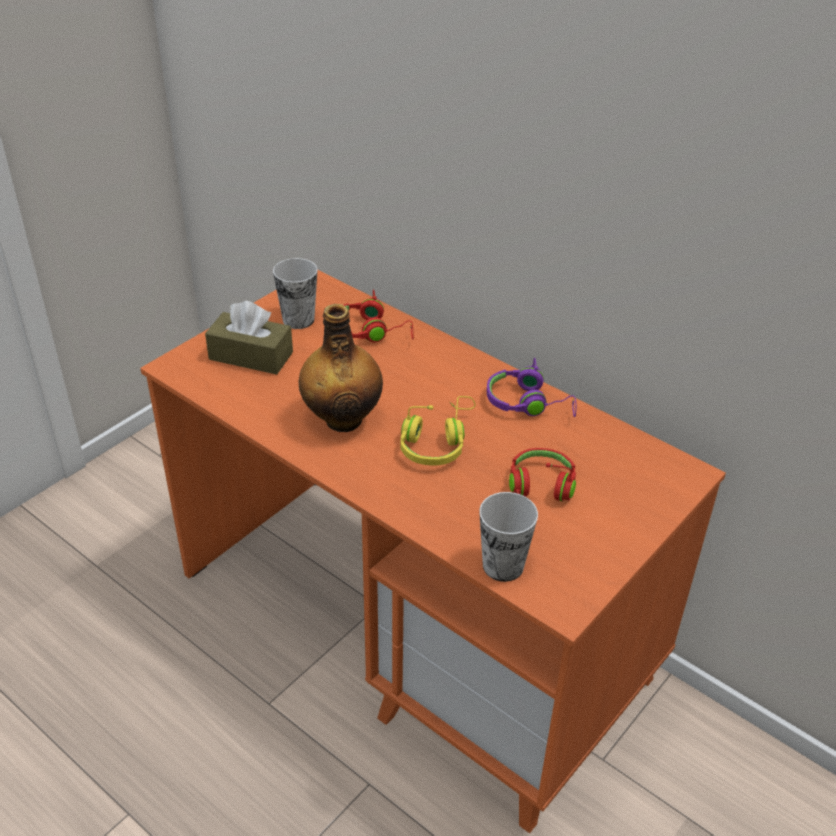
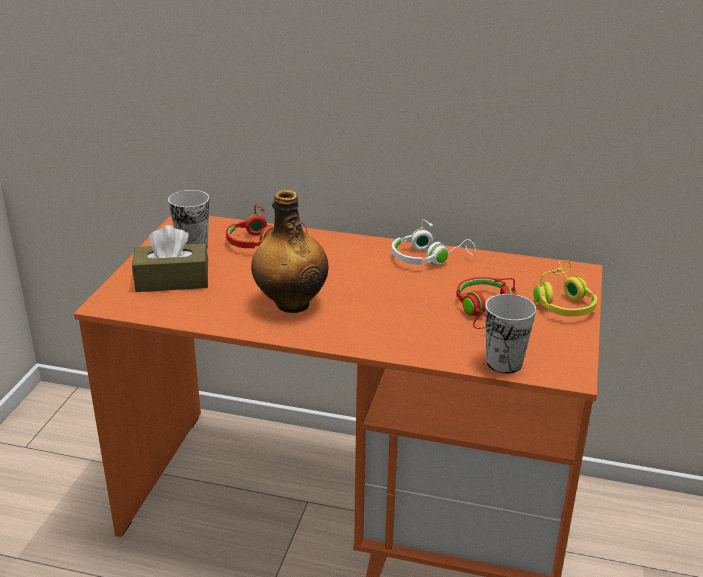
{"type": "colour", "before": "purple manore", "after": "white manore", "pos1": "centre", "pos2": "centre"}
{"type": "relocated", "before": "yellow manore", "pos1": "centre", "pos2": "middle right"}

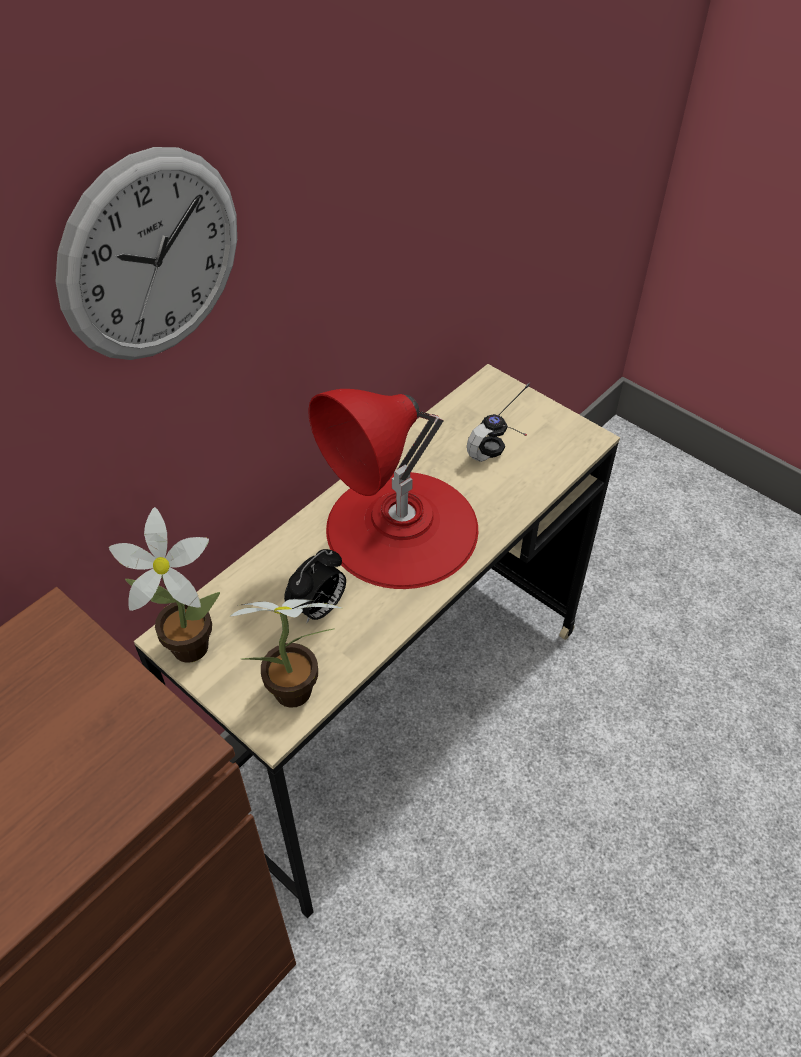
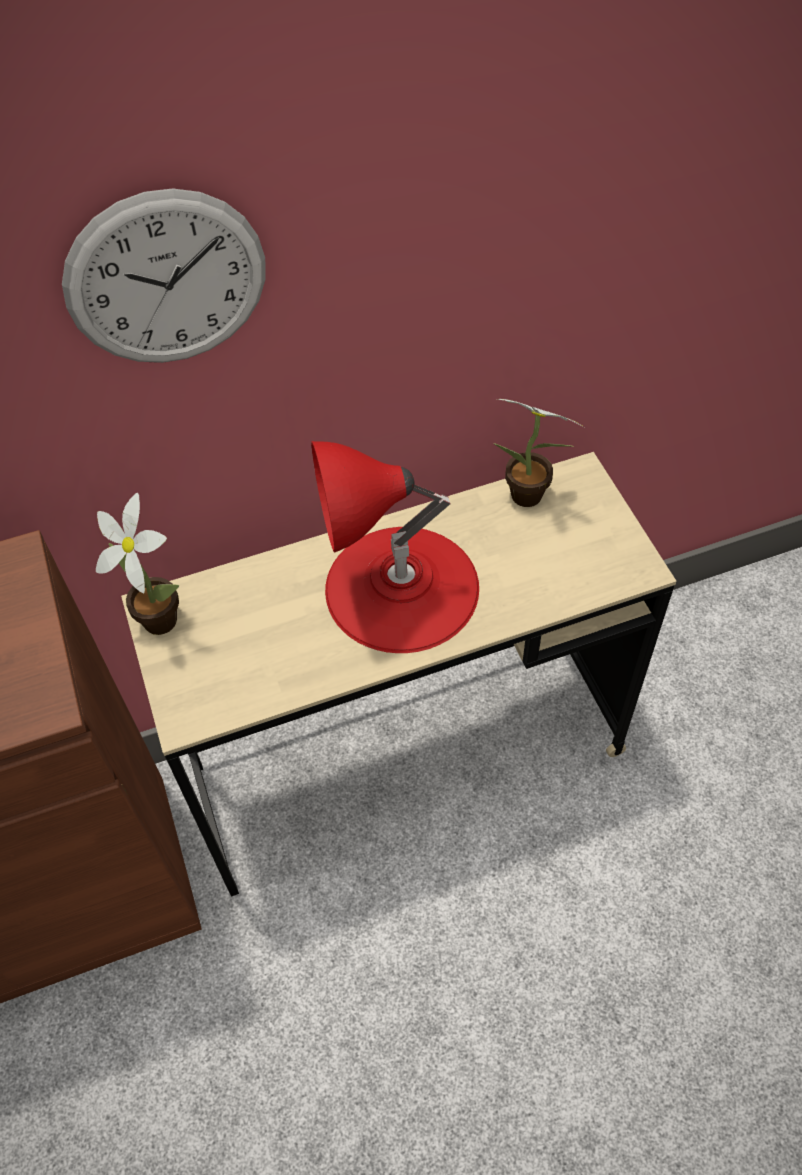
{"type": "missing", "before": "manore", "pos1": "centre"}
{"type": "missing", "before": "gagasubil", "pos1": "centre"}
{"type": "relocated", "before": "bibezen (no. 2 from left)", "pos1": "centre", "pos2": "middle right"}

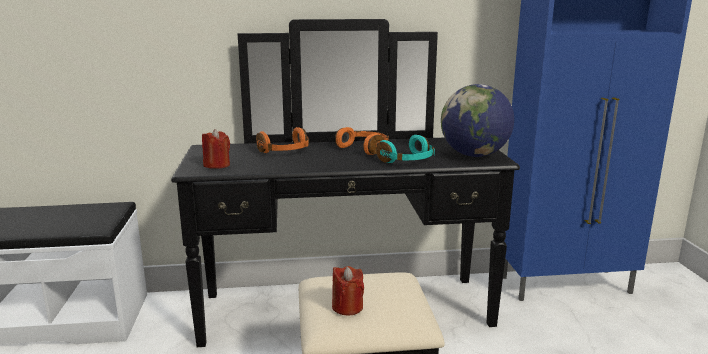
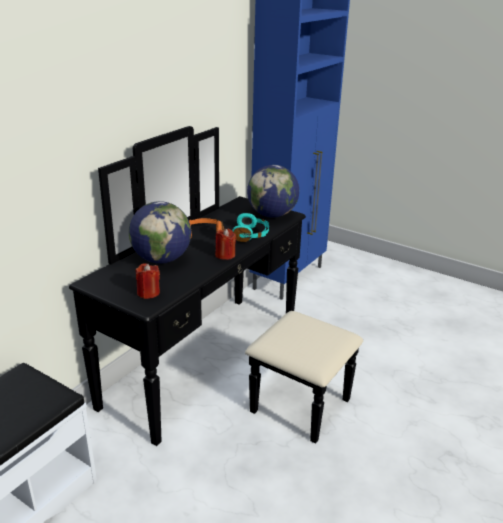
{"type": "exchanged", "before": "orange manore (no. 1 from left)", "after": "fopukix (no. 1 from left)", "pos1": "centre", "pos2": "middle left"}
{"type": "relocated", "before": "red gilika (no. 2 from left)", "pos1": "bottom centre", "pos2": "centre"}

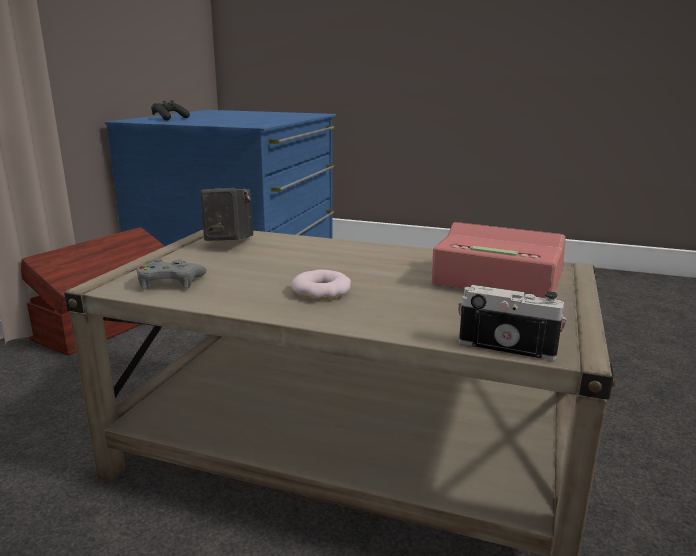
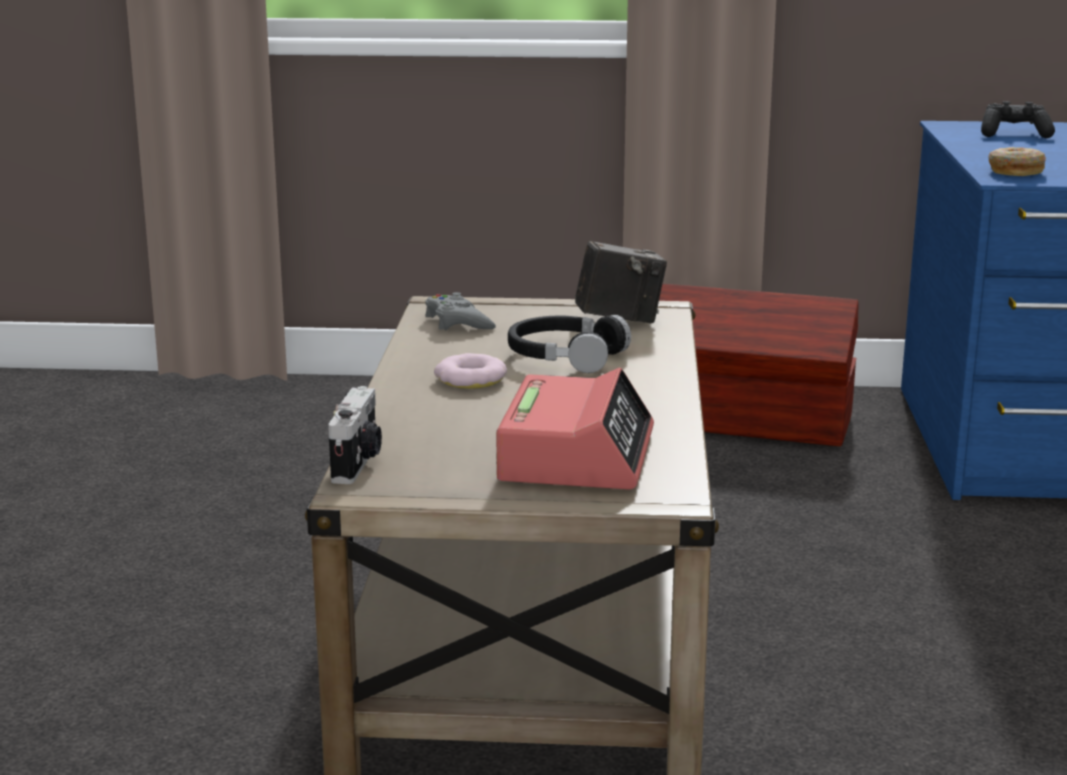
{"type": "appeared", "after": "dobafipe (no. 2 from left)", "pos2": "top right"}
{"type": "appeared", "after": "black manore", "pos2": "centre"}

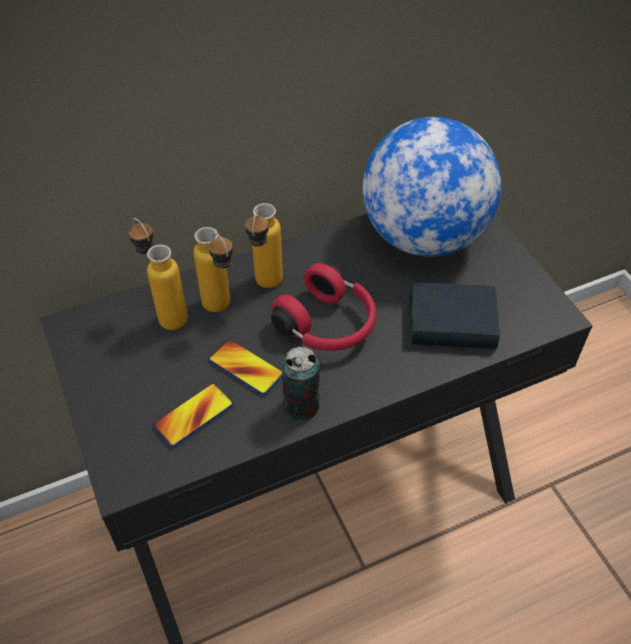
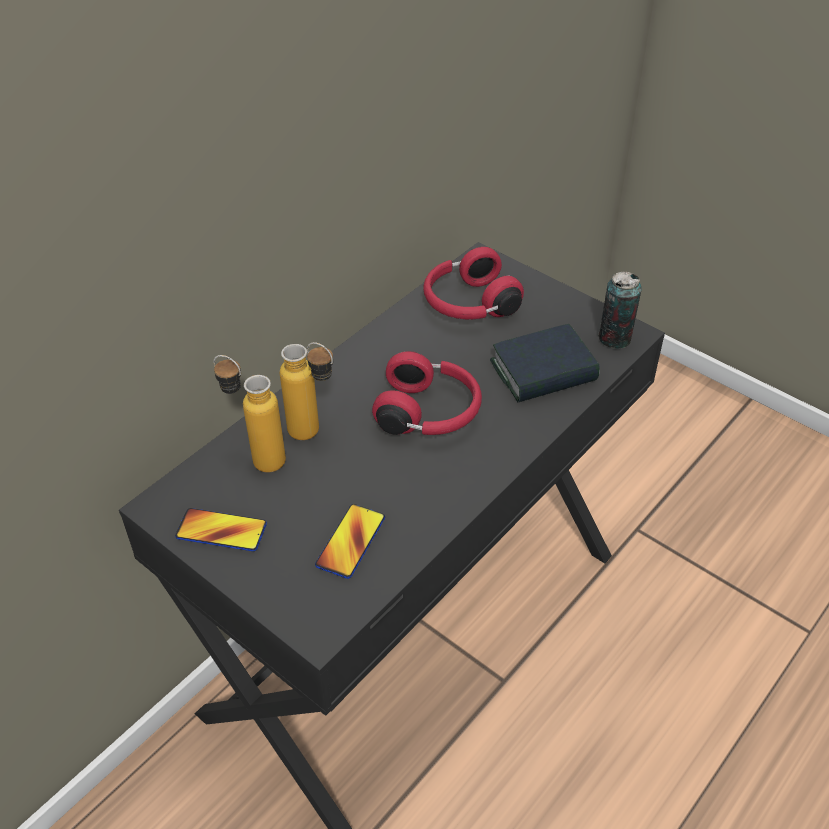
{"type": "exchanged", "before": "fopukix", "after": "red manore (no. 2 from left)", "pos1": "top right", "pos2": "centre"}
{"type": "missing", "before": "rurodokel (no. 3 from left)", "pos1": "centre"}
{"type": "relocated", "before": "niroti (no. 2 from left in the first image)", "after": "niroti (no. 1 from left)", "pos1": "centre", "pos2": "middle left"}
{"type": "relocated", "before": "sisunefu", "pos1": "centre", "pos2": "middle right"}

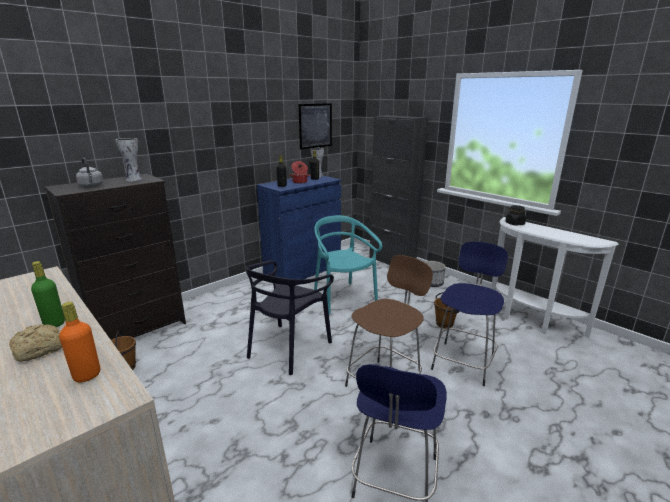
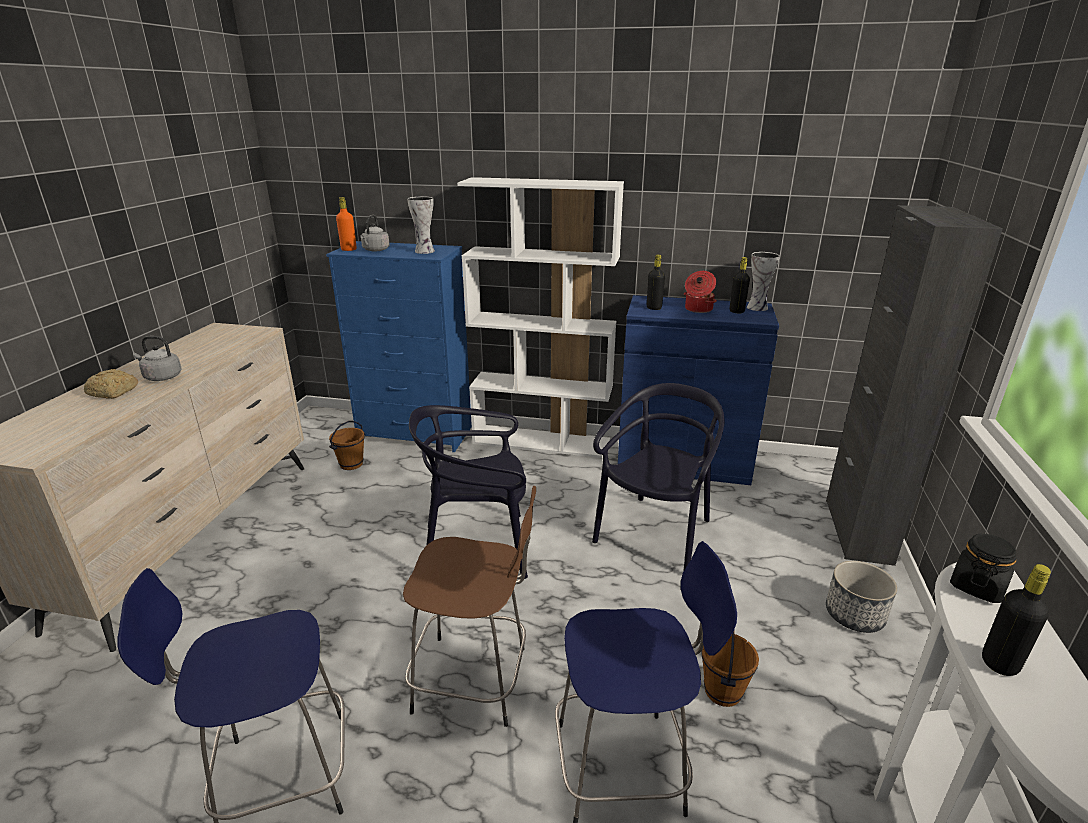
{"type": "missing", "before": "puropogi", "pos1": "top centre"}
{"type": "colour", "before": "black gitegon", "after": "blue gitegon", "pos1": "middle left", "pos2": "centre"}
{"type": "colour", "before": "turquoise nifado", "after": "black nifado (no. 2 from left)", "pos1": "centre", "pos2": "centre"}
{"type": "exchanged", "before": "green rurodokel", "after": "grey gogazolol (no. 1 from left)", "pos1": "middle left", "pos2": "middle left"}
{"type": "relocated", "before": "orange rurodokel", "pos1": "bottom left", "pos2": "top left"}
{"type": "appeared", "after": "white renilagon", "pos2": "centre"}
{"type": "appeared", "after": "black rurodokel (no. 3 from left)", "pos2": "bottom right"}

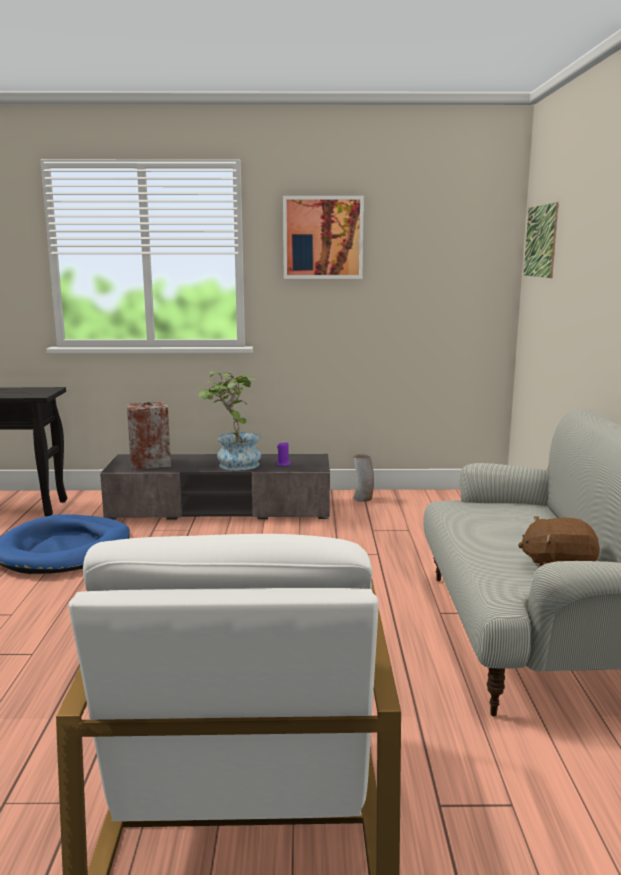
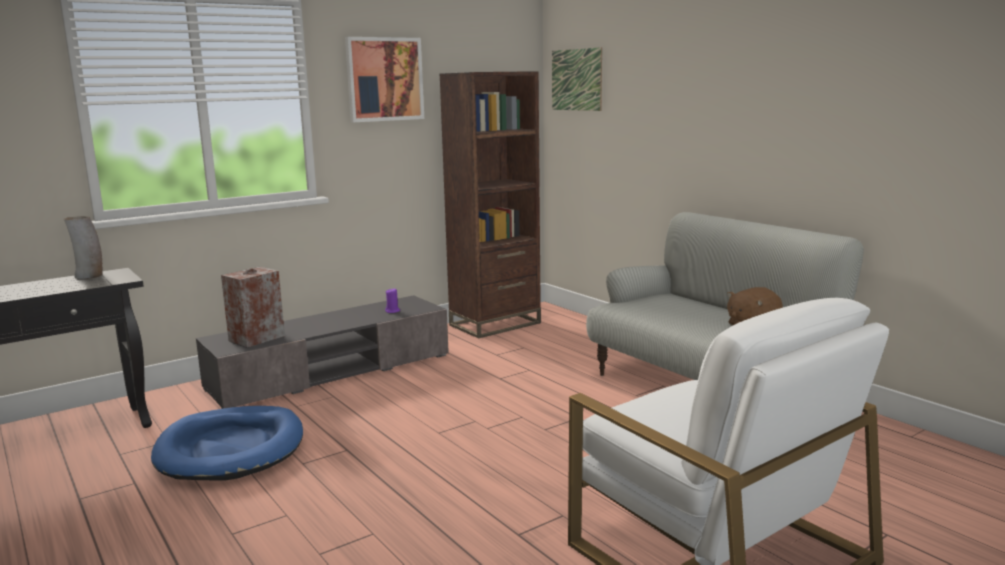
{"type": "missing", "before": "bibezen", "pos1": "centre"}
{"type": "relocated", "before": "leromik", "pos1": "centre", "pos2": "middle left"}
{"type": "appeared", "after": "brown renilagon", "pos2": "centre"}

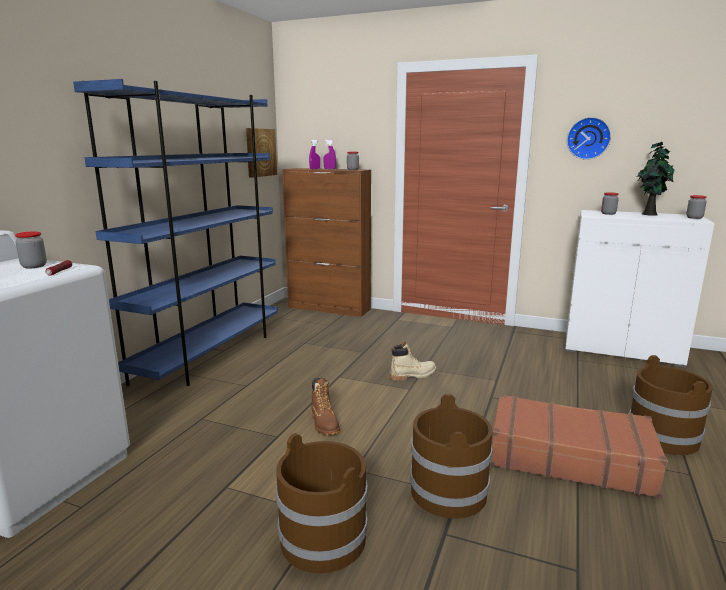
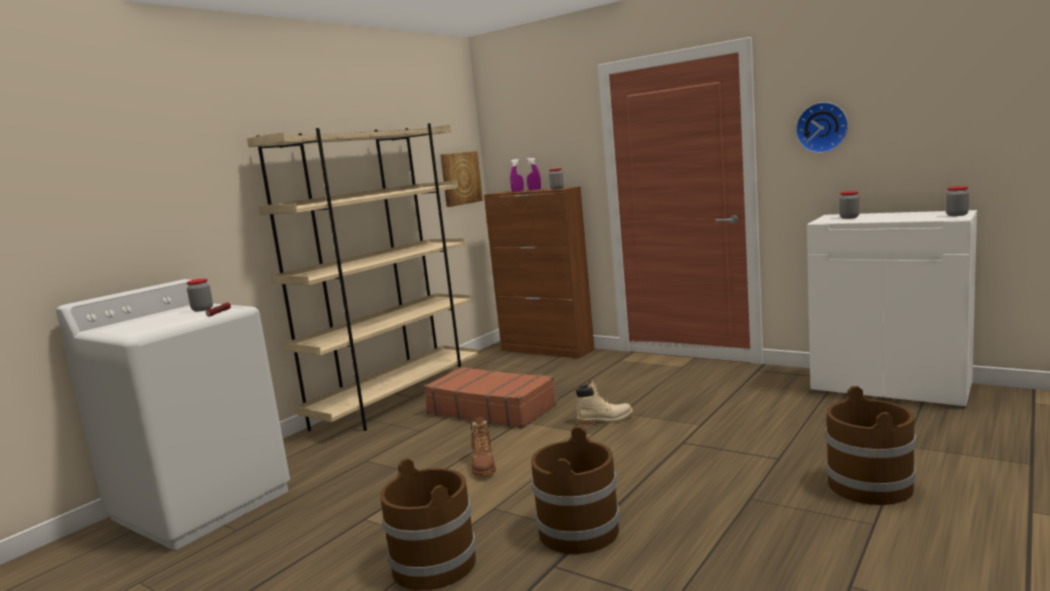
{"type": "colour", "before": "blue renilagon", "after": "beige renilagon", "pos1": "middle left", "pos2": "centre"}
{"type": "missing", "before": "bibezen", "pos1": "top right"}
{"type": "relocated", "before": "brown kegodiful", "pos1": "bottom right", "pos2": "bottom centre"}

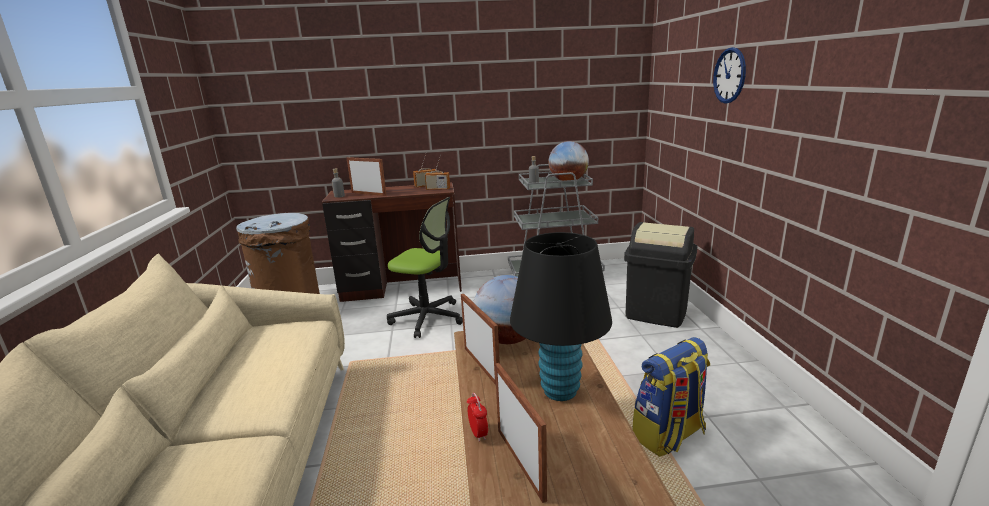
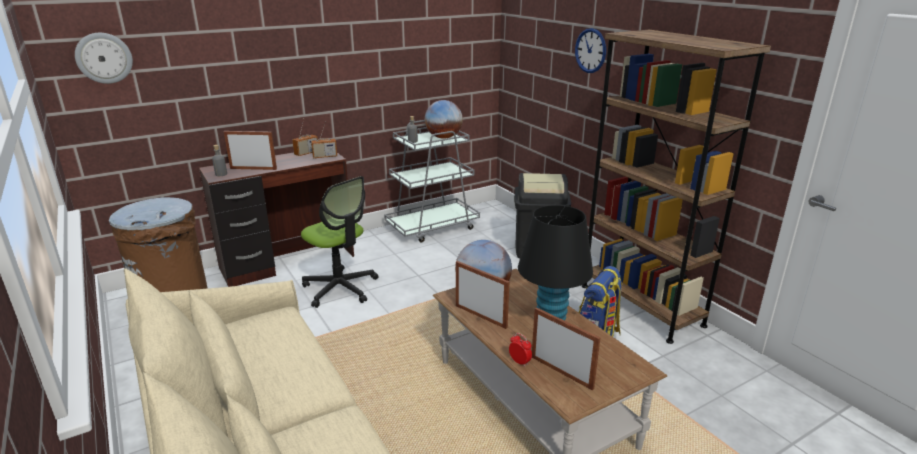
{"type": "spun", "before": "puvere", "pos1": "centre", "pos2": "centre", "turn": 45}
{"type": "appeared", "after": "brown renilagon", "pos2": "middle right"}
{"type": "appeared", "after": "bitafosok (no. 1 from left)", "pos2": "top left"}

